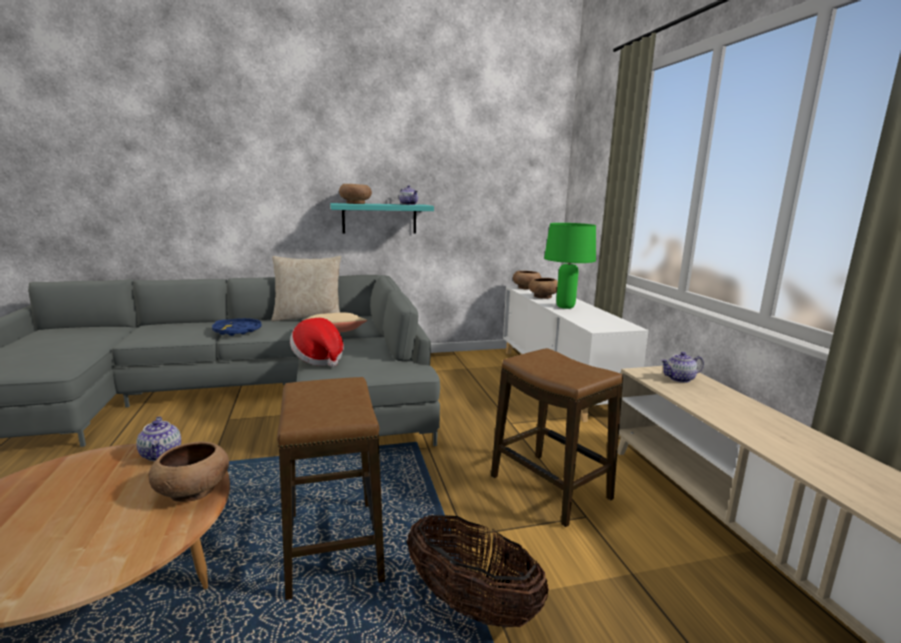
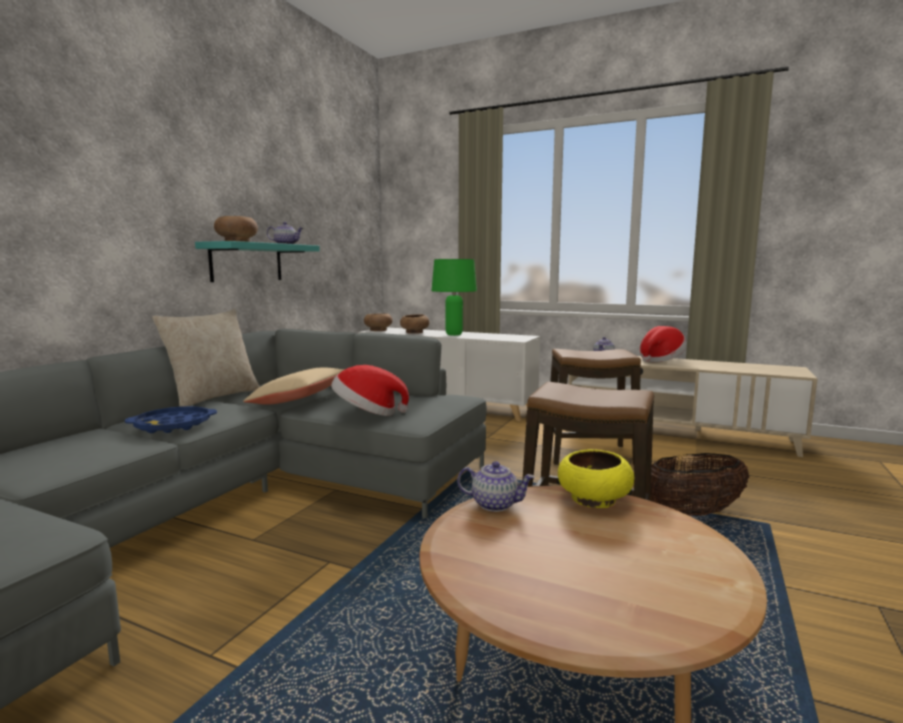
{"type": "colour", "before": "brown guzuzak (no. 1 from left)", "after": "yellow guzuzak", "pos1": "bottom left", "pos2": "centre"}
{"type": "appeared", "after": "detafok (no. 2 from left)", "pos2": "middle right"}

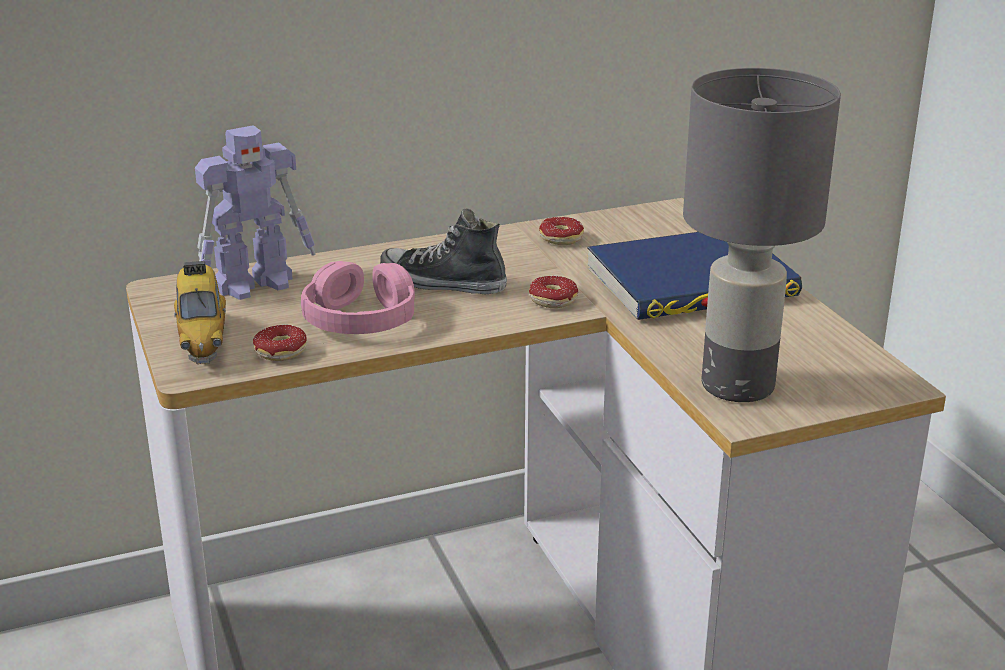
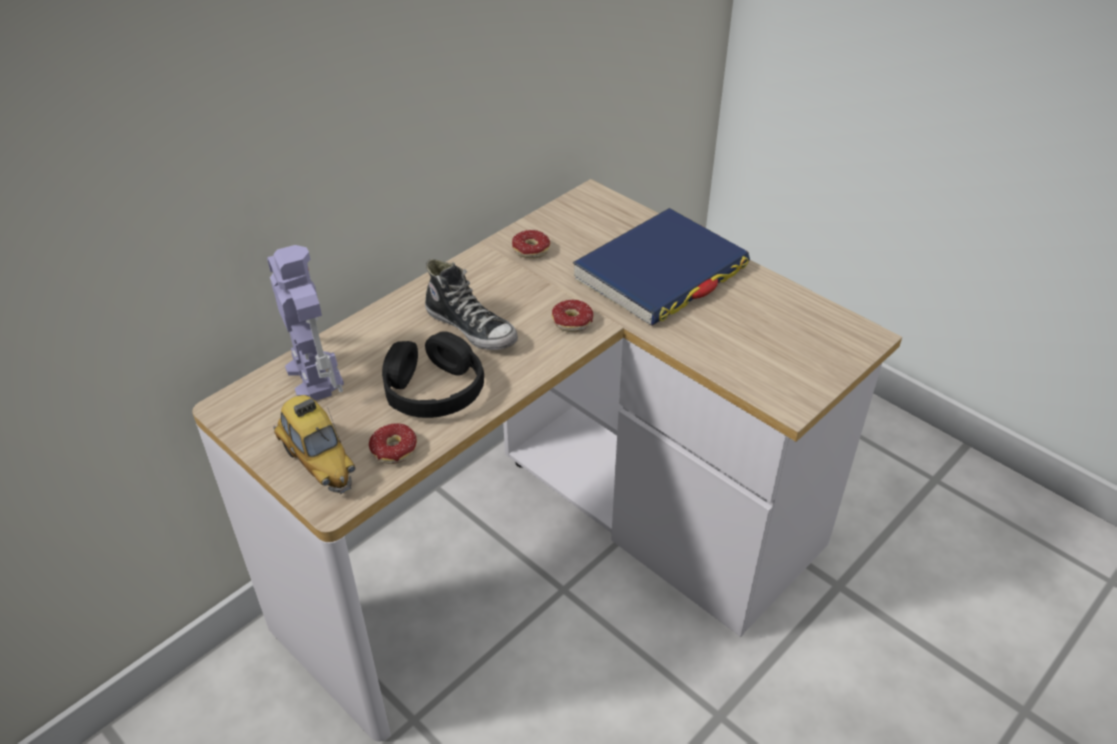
{"type": "missing", "before": "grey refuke", "pos1": "middle right"}
{"type": "spun", "before": "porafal", "pos1": "top left", "pos2": "middle left", "turn": -60}
{"type": "spun", "before": "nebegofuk", "pos1": "centre", "pos2": "centre", "turn": -135}
{"type": "colour", "before": "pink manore", "after": "black manore", "pos1": "centre", "pos2": "centre"}

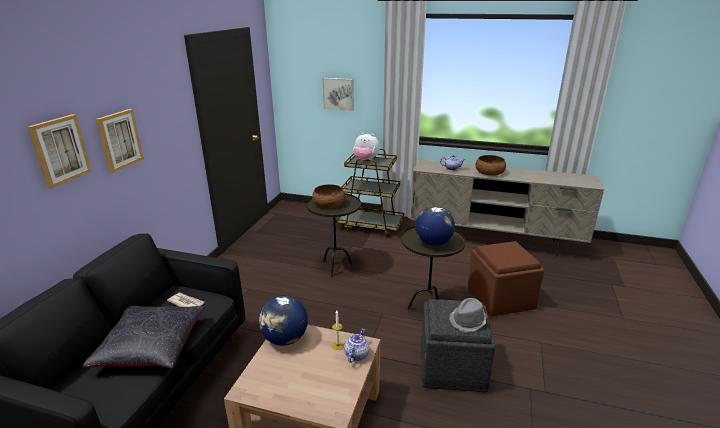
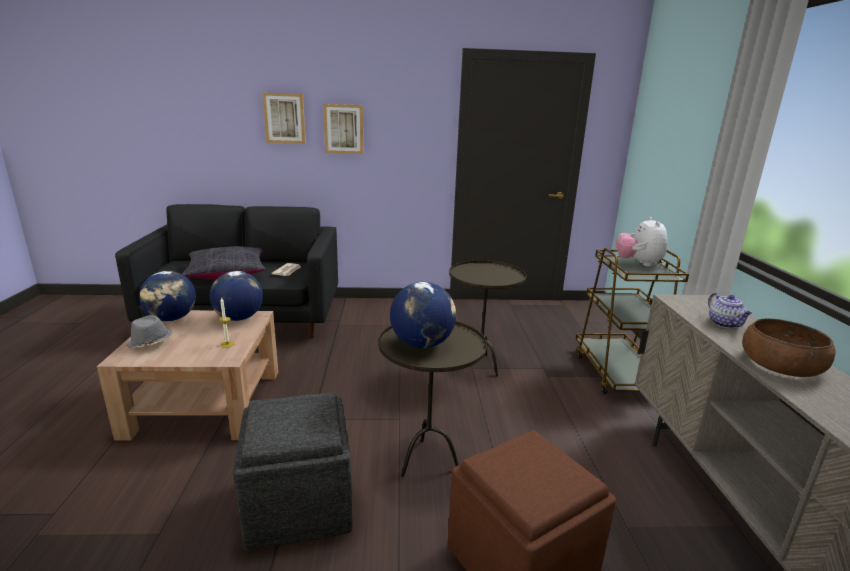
{"type": "missing", "before": "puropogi (no. 3 from left)", "pos1": "top centre"}
{"type": "missing", "before": "brown guzuzak (no. 1 from left)", "pos1": "centre"}
{"type": "relocated", "before": "grey detafok", "pos1": "bottom centre", "pos2": "middle left"}
{"type": "missing", "before": "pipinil (no. 1 from left)", "pos1": "bottom centre"}
{"type": "appeared", "after": "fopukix (no. 1 from left)", "pos2": "middle left"}

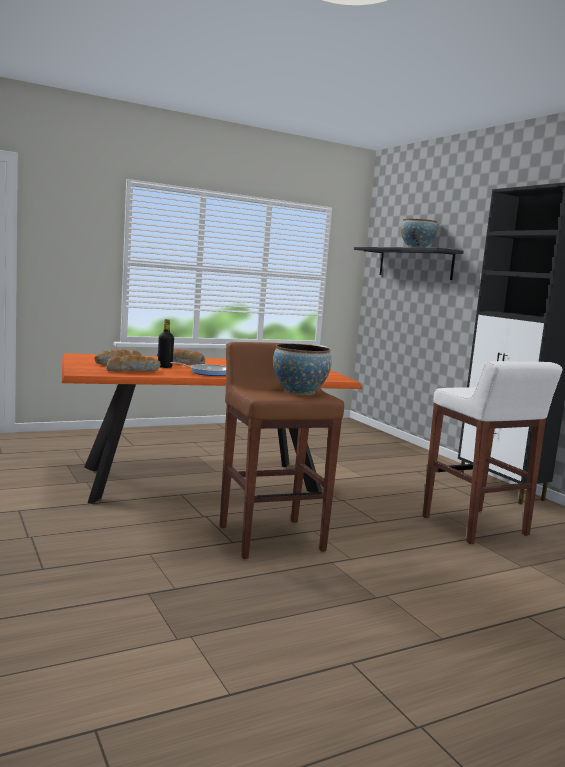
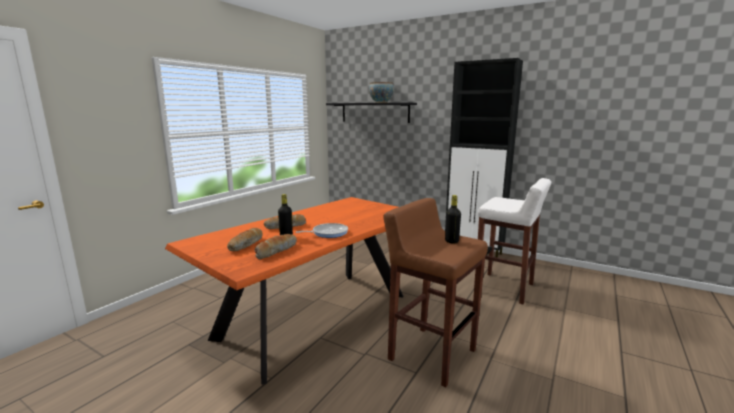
{"type": "exchanged", "before": "guzuzak (no. 1 from left)", "after": "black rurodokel (no. 2 from left)", "pos1": "centre", "pos2": "centre"}

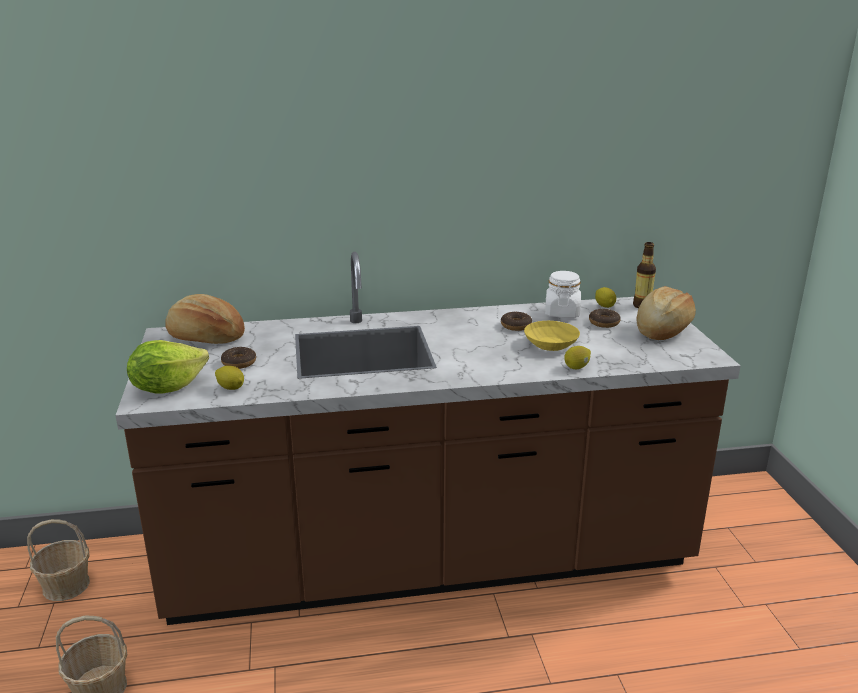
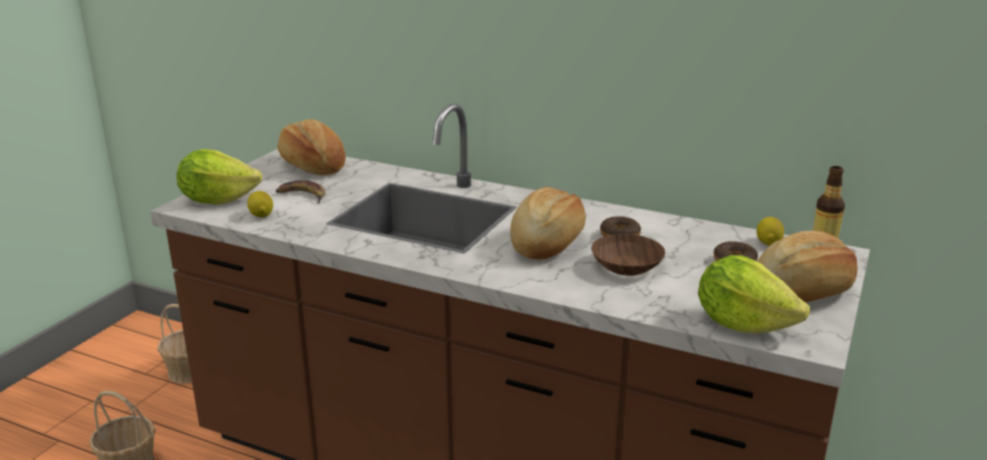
{"type": "missing", "before": "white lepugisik", "pos1": "centre"}
{"type": "colour", "before": "yellow guzuzak", "after": "brown guzuzak", "pos1": "centre", "pos2": "centre"}
{"type": "missing", "before": "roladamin (no. 2 from left)", "pos1": "middle right"}
{"type": "exchanged", "before": "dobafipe (no. 1 from left)", "after": "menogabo", "pos1": "middle left", "pos2": "middle left"}
{"type": "appeared", "after": "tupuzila (no. 2 from left)", "pos2": "centre"}
{"type": "appeared", "after": "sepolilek (no. 2 from left)", "pos2": "middle right"}

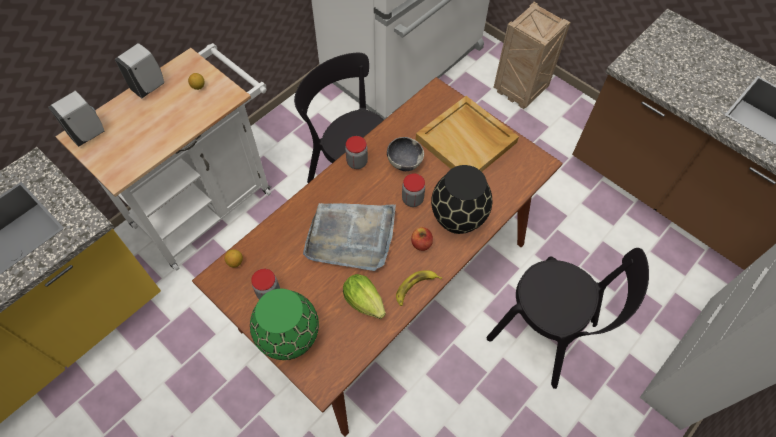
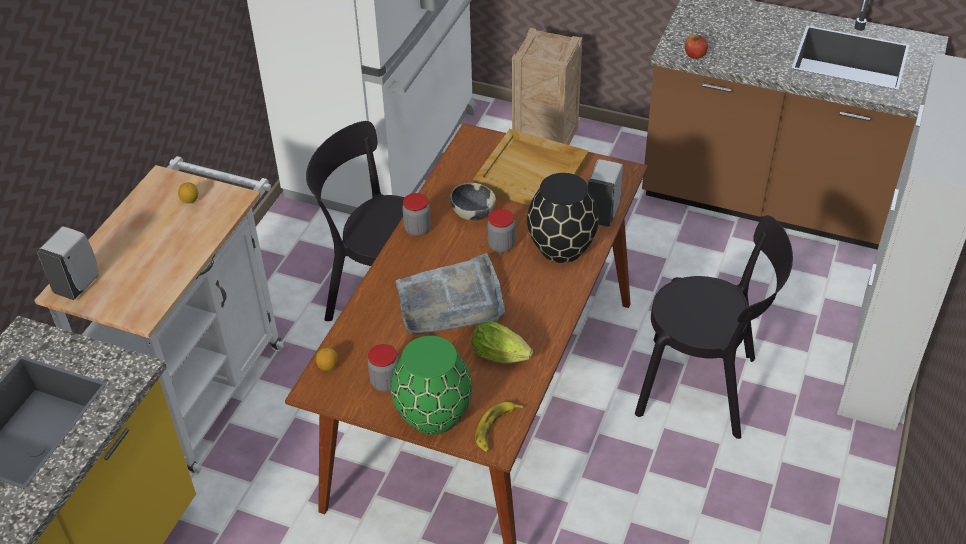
{"type": "relocated", "before": "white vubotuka (no. 2 from left)", "pos1": "top left", "pos2": "centre"}
{"type": "relocated", "before": "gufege", "pos1": "centre", "pos2": "top right"}
{"type": "relocated", "before": "menogabo", "pos1": "centre", "pos2": "bottom centre"}

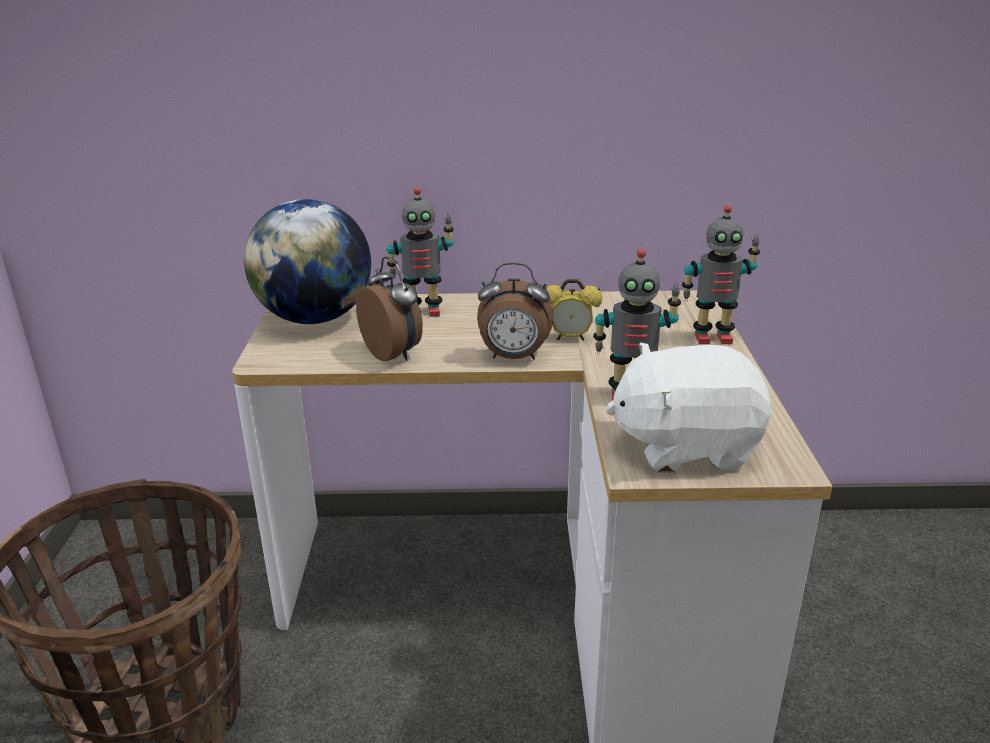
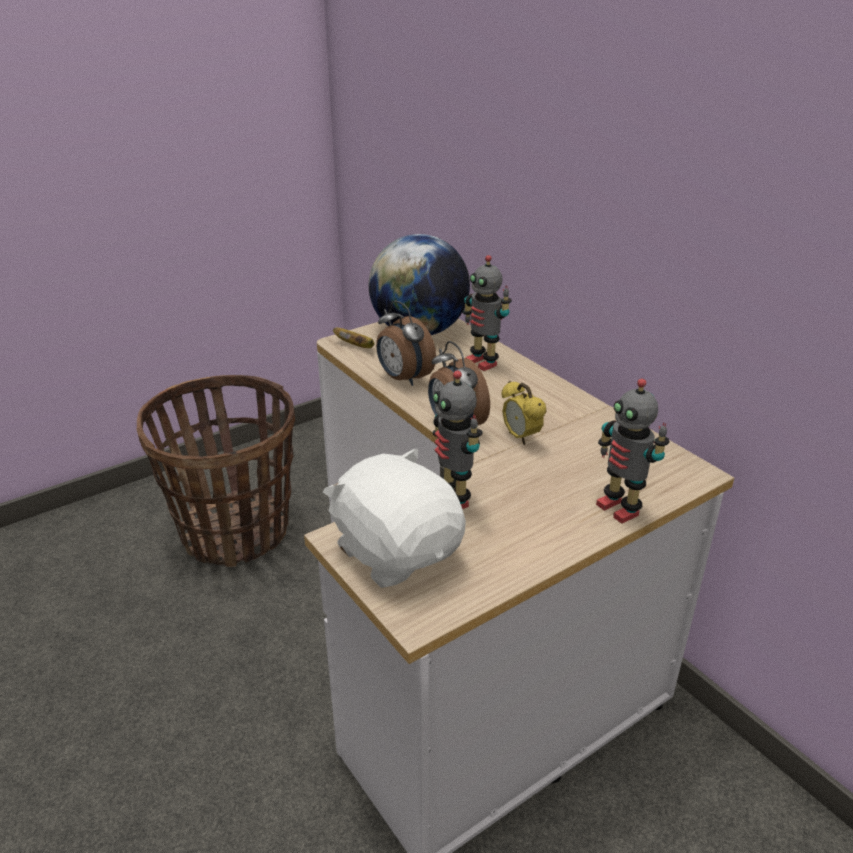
{"type": "spun", "before": "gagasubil (no. 1 from left)", "pos1": "centre", "pos2": "centre", "turn": 120}
{"type": "appeared", "after": "menogabo", "pos2": "centre"}

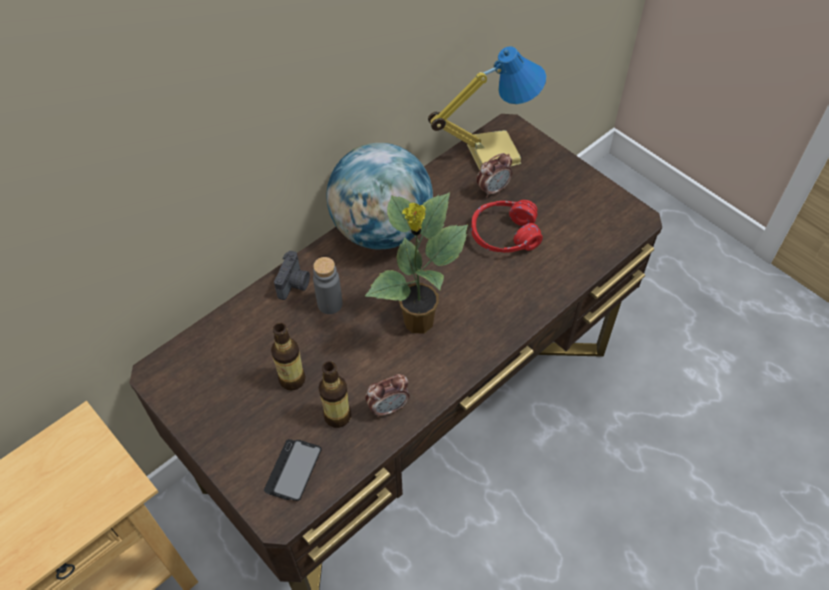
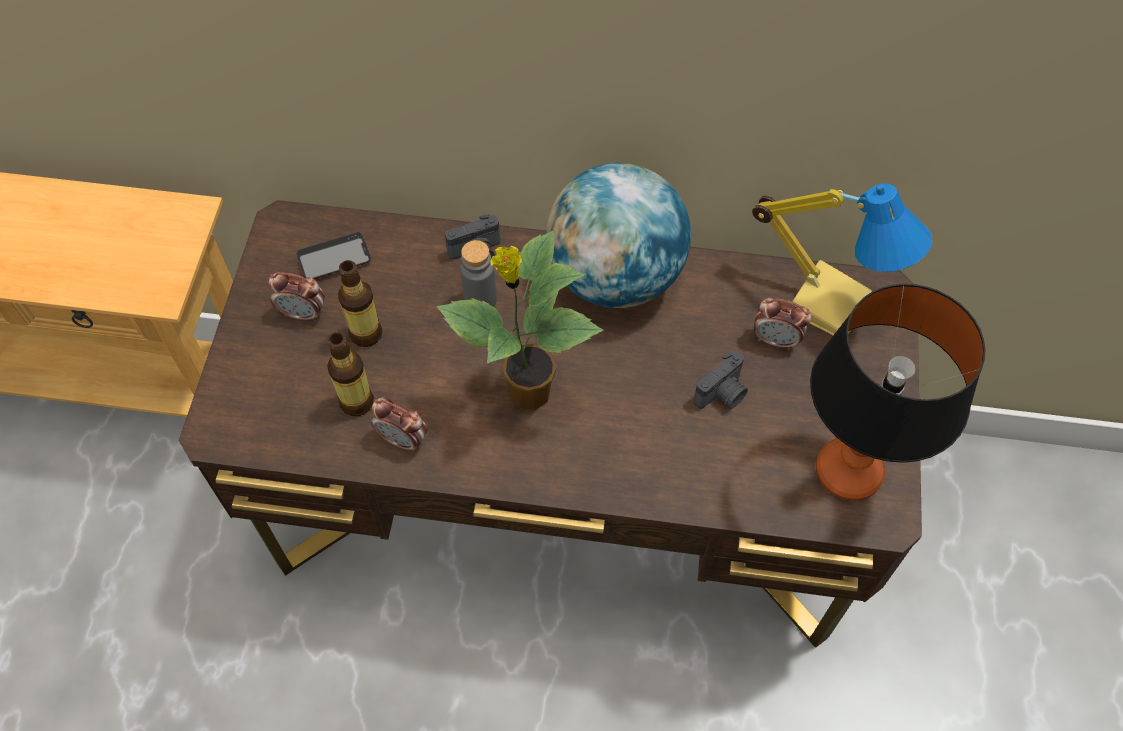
{"type": "exchanged", "before": "red manore", "after": "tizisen (no. 2 from left)", "pos1": "centre", "pos2": "centre"}
{"type": "relocated", "before": "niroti", "pos1": "bottom centre", "pos2": "middle left"}
{"type": "appeared", "after": "gagasubil (no. 1 from left)", "pos2": "middle left"}
{"type": "appeared", "after": "refuke (no. 2 from left)", "pos2": "middle right"}

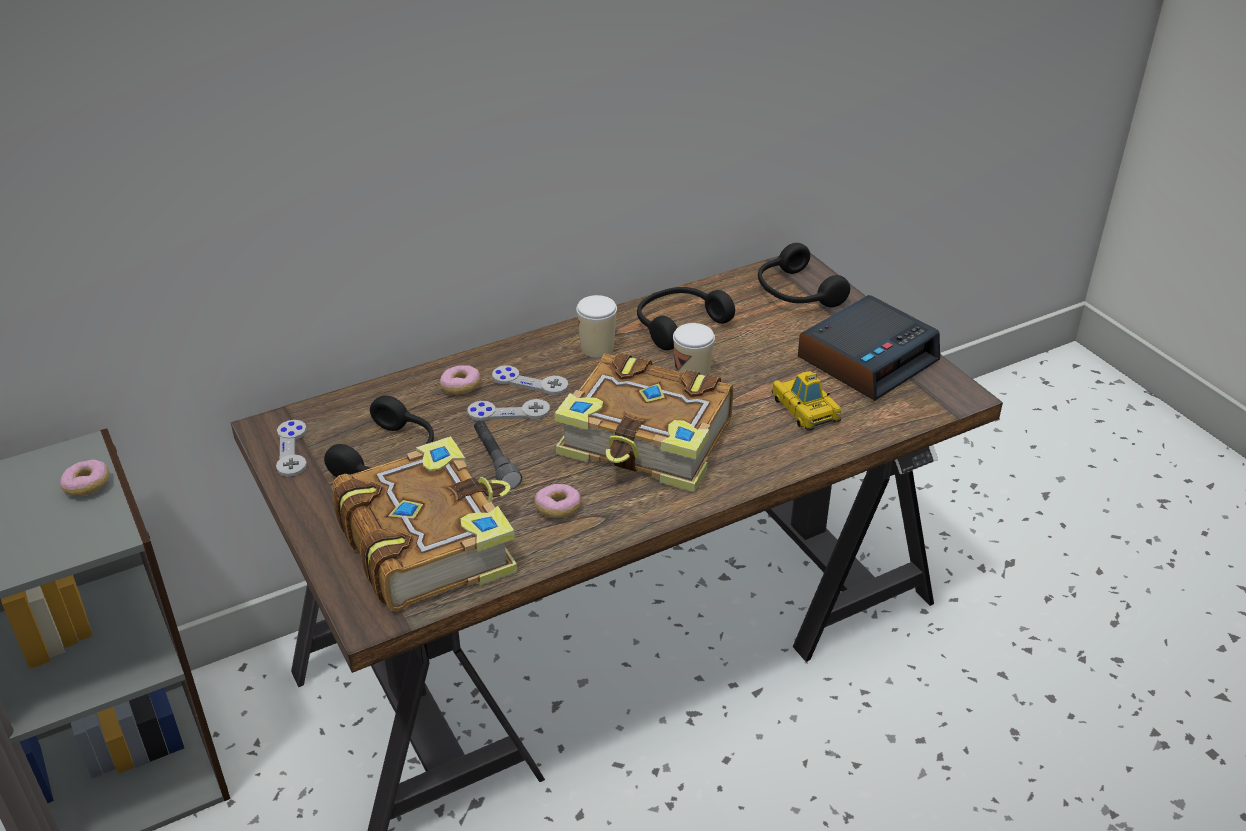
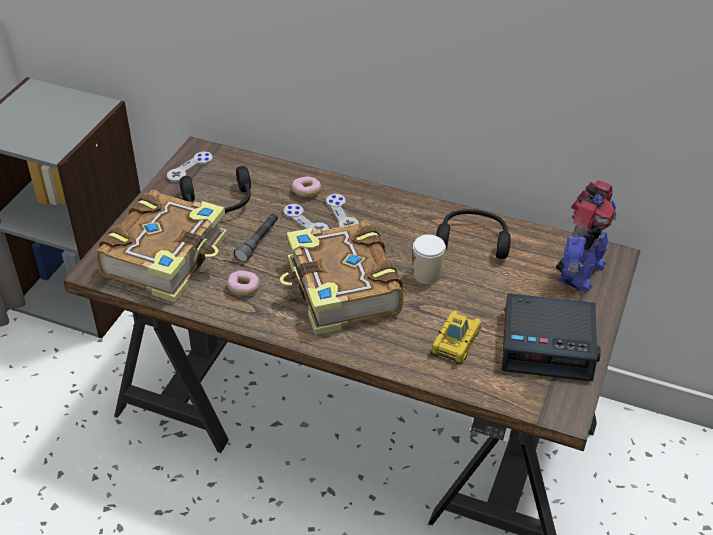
{"type": "exchanged", "before": "black manore (no. 3 from left)", "after": "porafal", "pos1": "top centre", "pos2": "middle right"}
{"type": "missing", "before": "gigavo (no. 1 from left)", "pos1": "centre"}
{"type": "missing", "before": "dobafipe (no. 1 from left)", "pos1": "middle left"}

